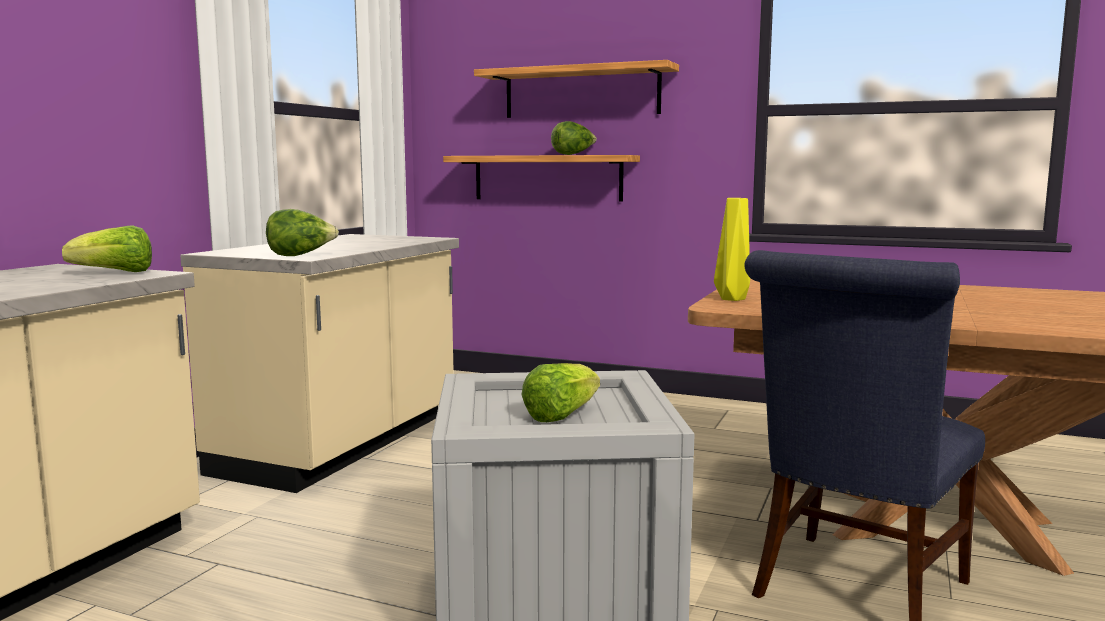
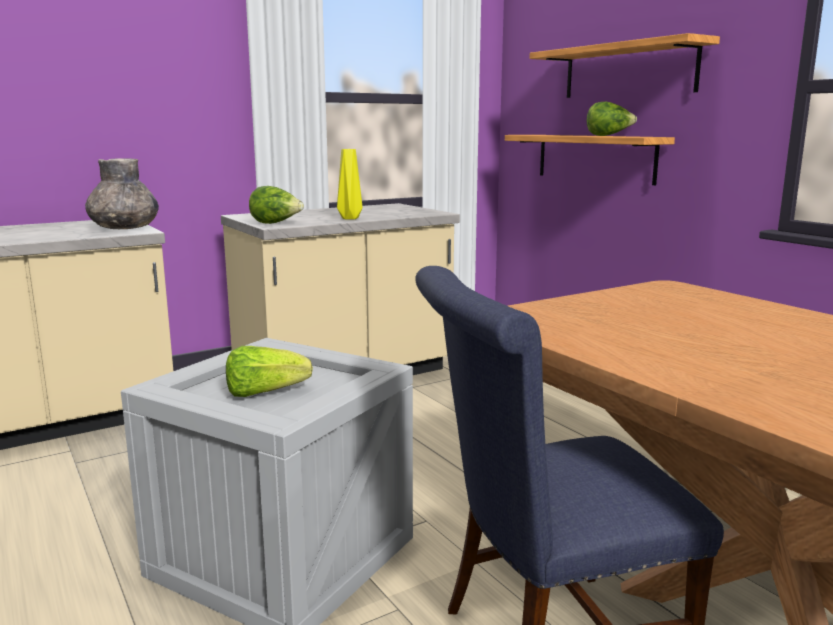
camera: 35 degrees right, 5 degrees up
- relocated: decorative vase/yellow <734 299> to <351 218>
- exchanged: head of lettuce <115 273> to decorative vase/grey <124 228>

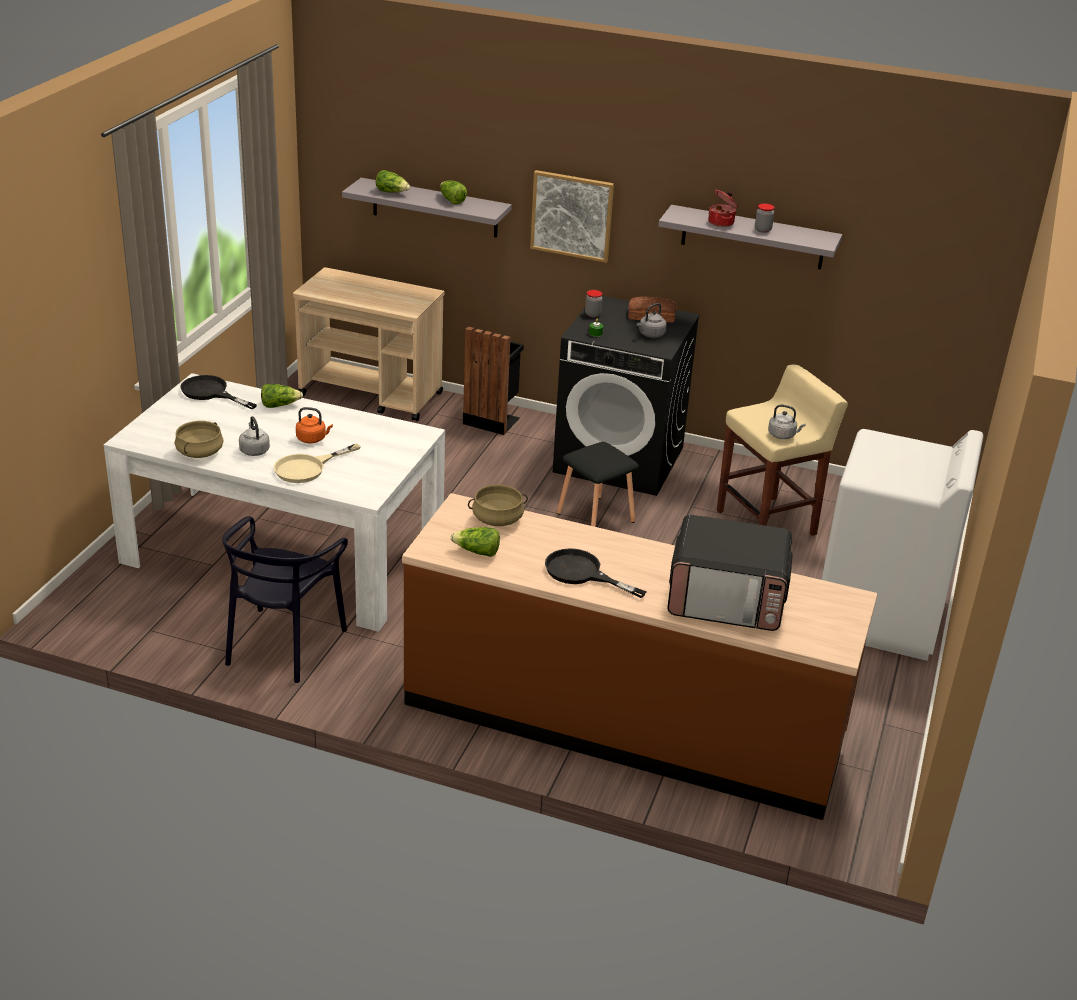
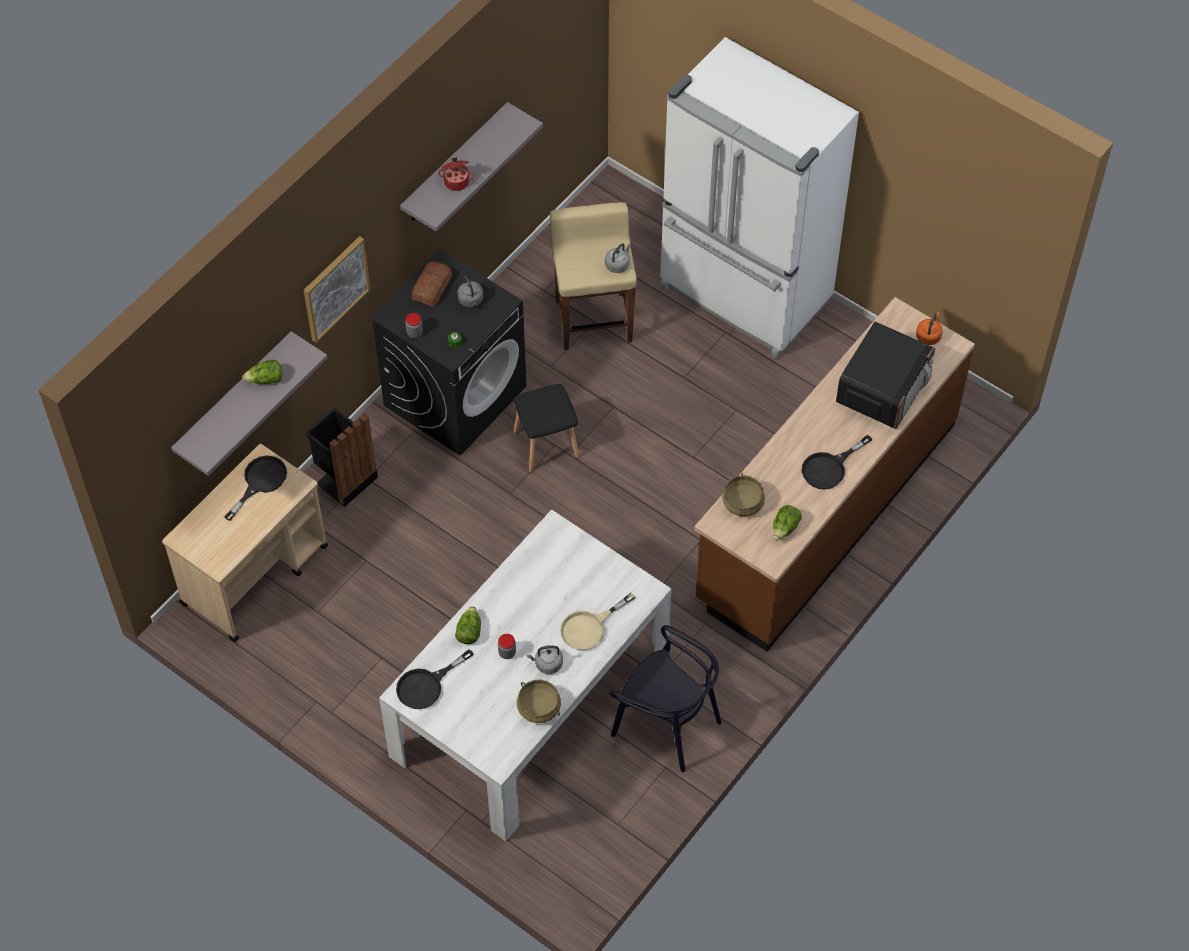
camera: 70 degrees left, 25 degrees up
- missing: head of lettuce <392 192>
- appeared: pan/blackish <260 482>
- relocated: kettle/orange-coloured <313 439> to <928 335>
- relocated: preserve jar <763 230> to <507 652>
- exchanged: washing machine/white <879 616> to kitchen fridge/white <744 296>
- spun: pan/beige-coloured <307 468> = <589 627> 75 degrees clockwise

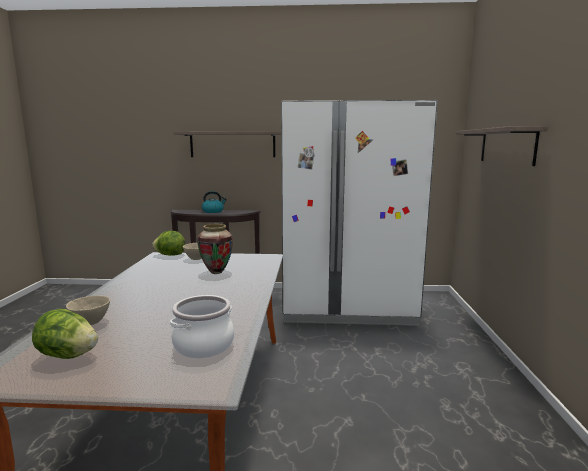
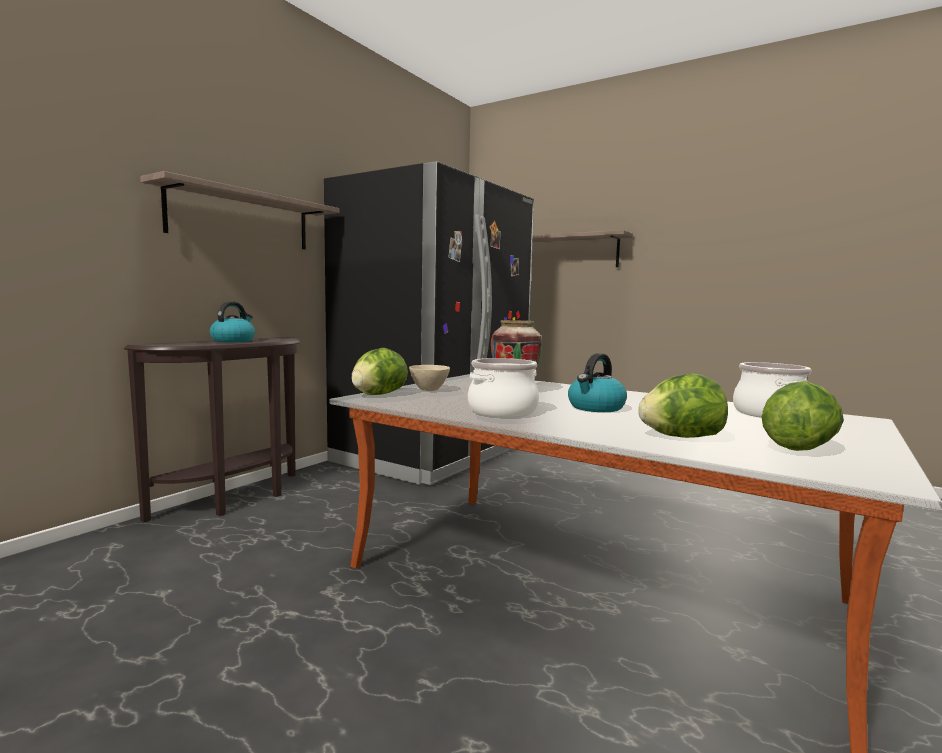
camera: 60 degrees left, 5 degrees down
- appeared: cooking pot <503 411>
- appeared: kettle <596 408>
- exchanged: deep dish/beige-coloured <90 323> to head of lettuce <680 437>
- colour: kitchen fridge/white <347 306> to kitchen fridge/blackish <433 454>

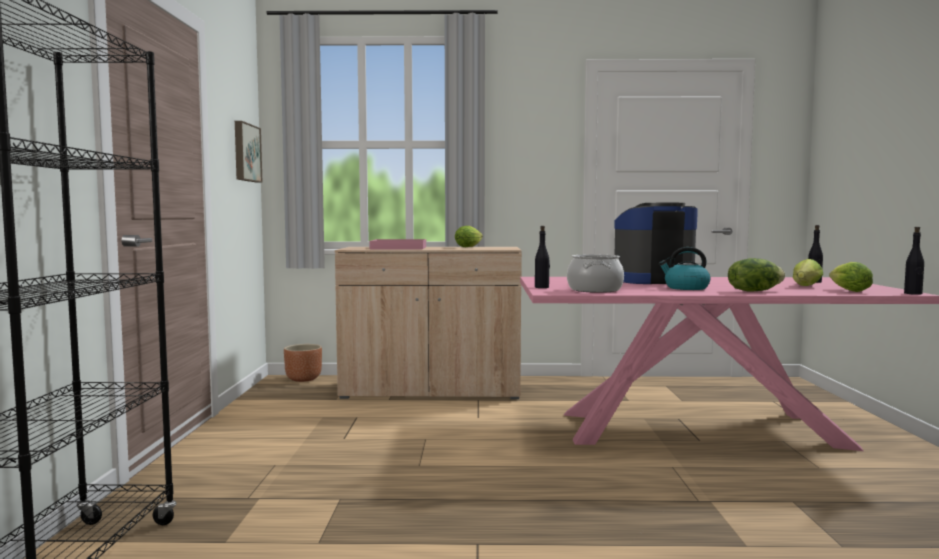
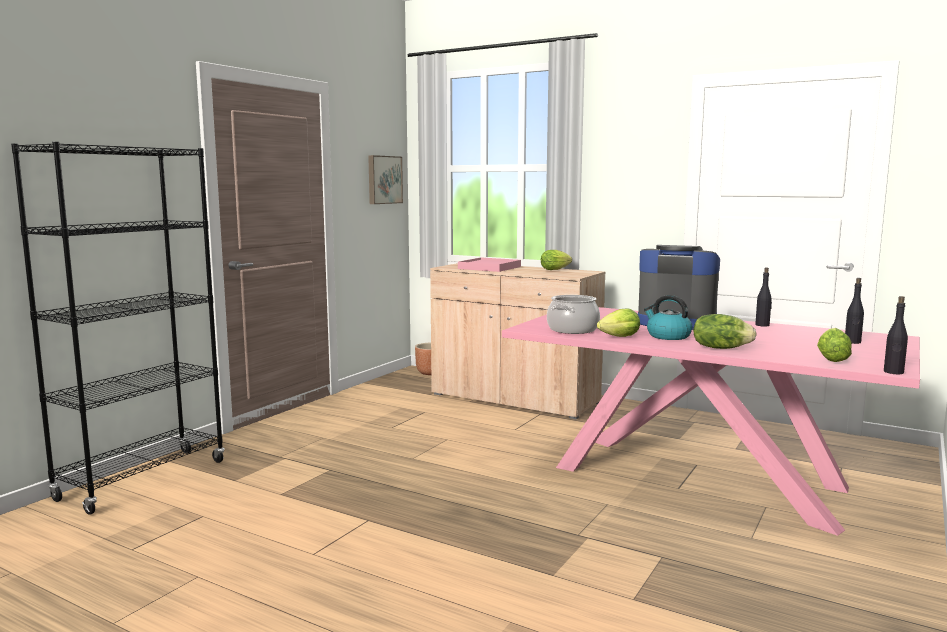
camera: 30 degrees right, 5 degrees up
- relocated: drink bottle/blackish <542 287> to <762 325>
- relocated: head of lettuce <805 286> to <617 337>

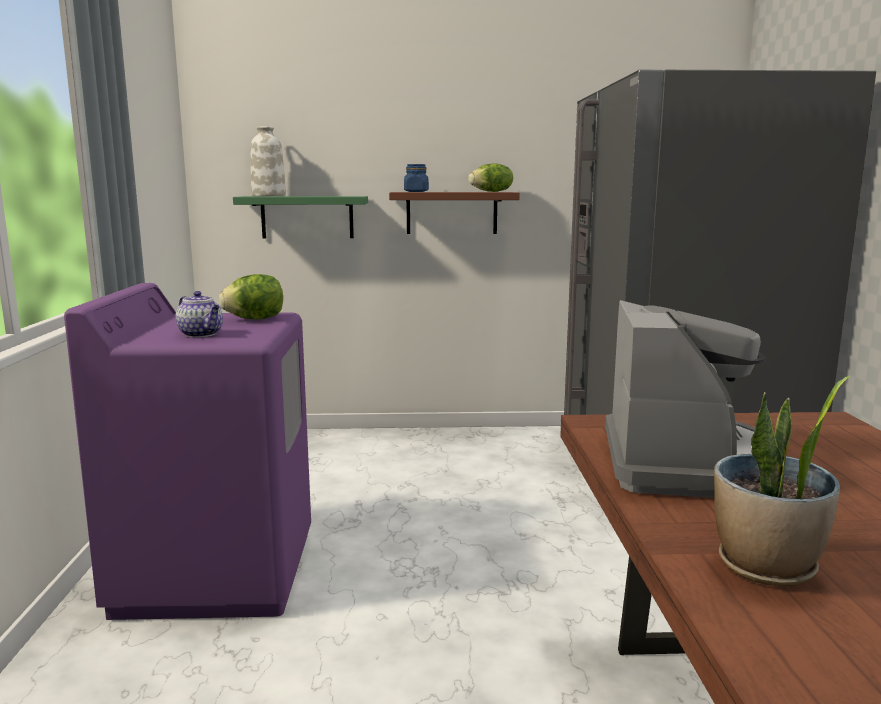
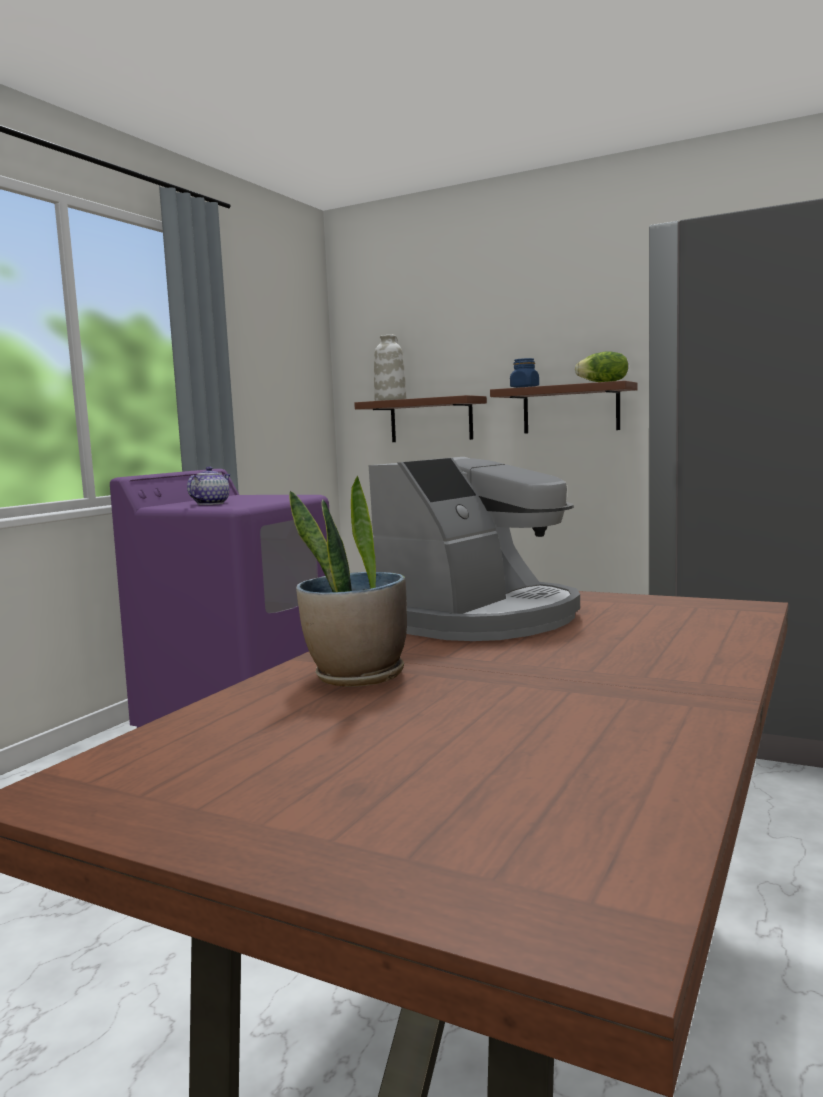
camera: 30 degrees right, 5 degrees down
- missing: head of lettuce <255 319>
- colour: bracket shelf/greenish <307 217> to bracket shelf/brownish <431 420>
- spun: teapot <202 334> = <211 503> 135 degrees counterclockwise

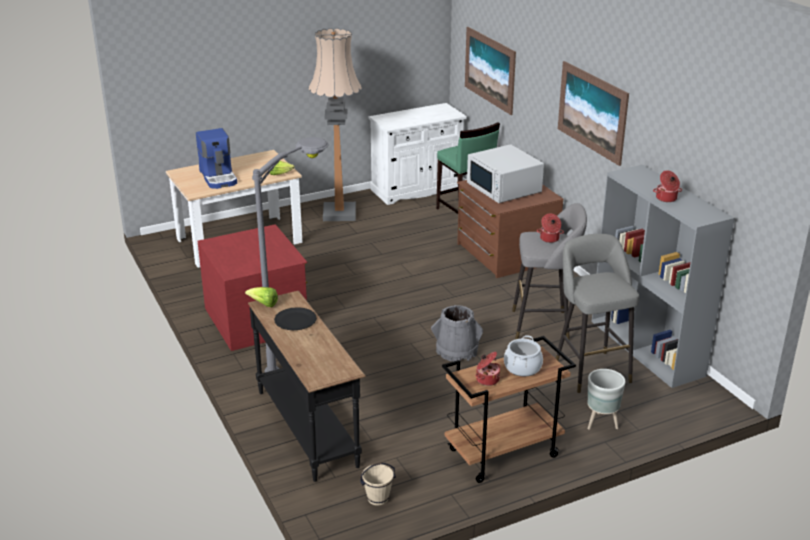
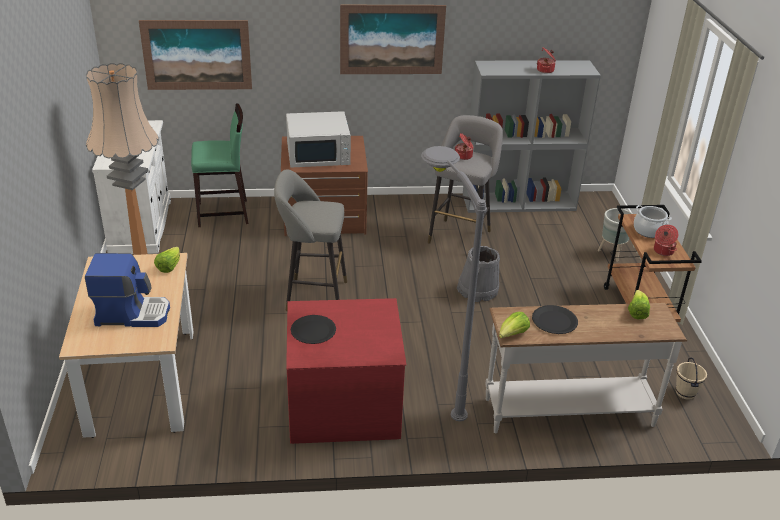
camera: 70 degrees left, 5 degrees up
- appeared: dinner plate/blackish <313 330>
- appeared: head of lettuce <637 312>
- relocated: stool/grey <590 369> to <312 295>
- colour: narrow table/blackish <308 427> to narrow table/white <568 411>

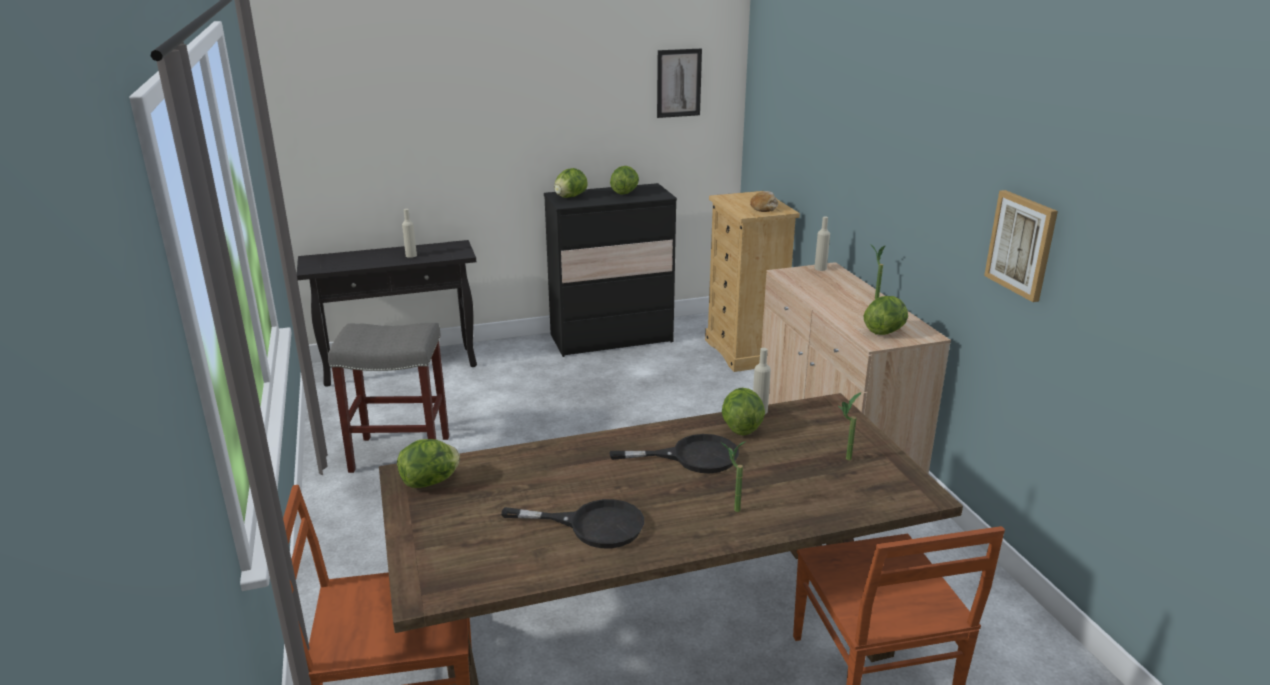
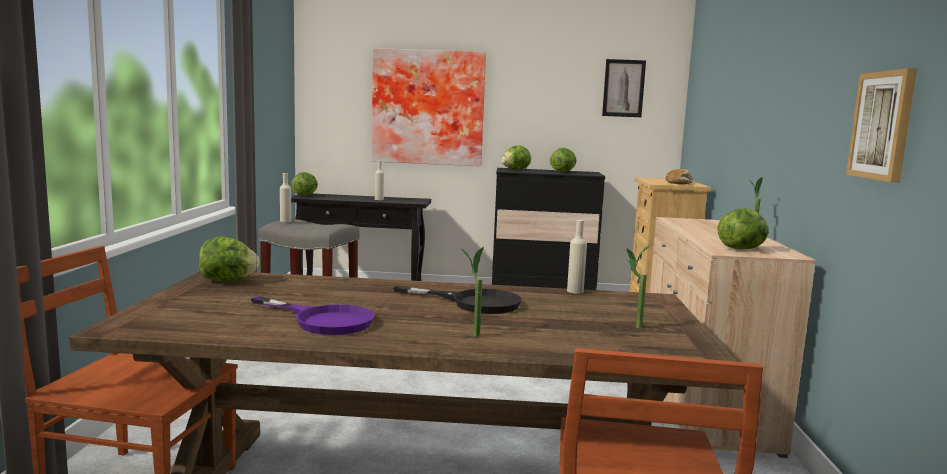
camera: 20 degrees right, 15 degrees down
- appeared: picture <428 107>
- relocated: head of lettuce <741 427> to <305 195>
- relocated: drink bottle/beige-coloured <820 268> to <285 221>
- colour: pan/blackish <592 525> to pan/purple <323 320>

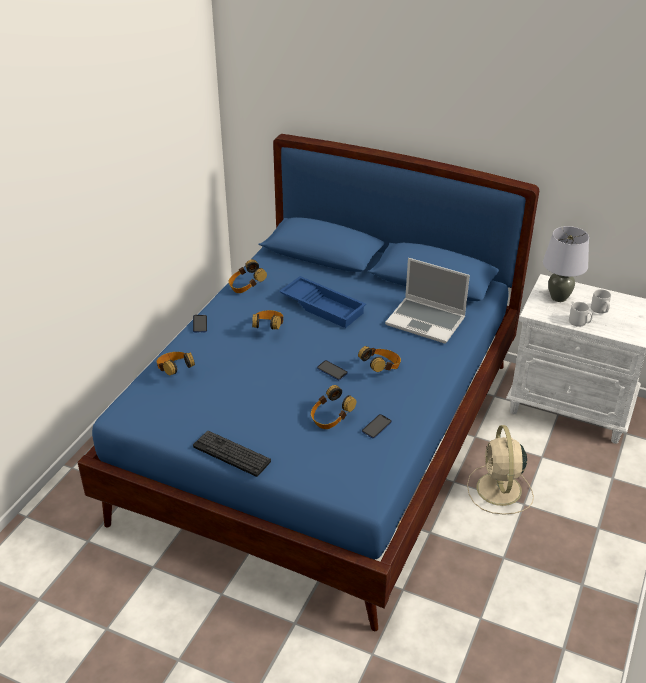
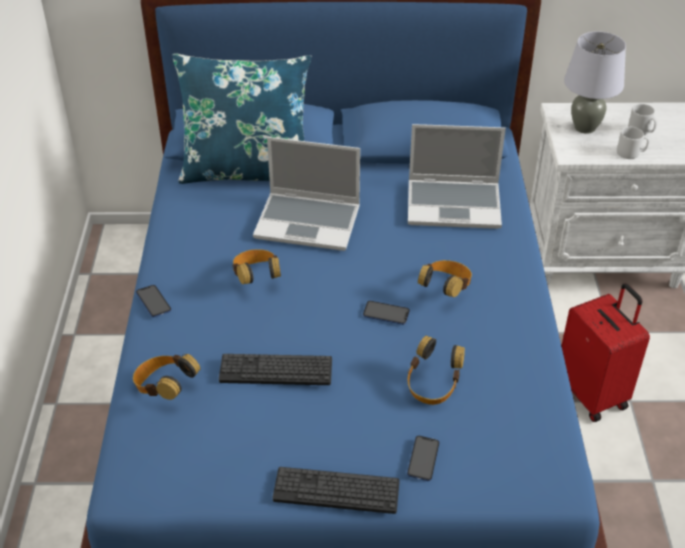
camera: 25 degrees left, 5 degrees up
- missing: headset <246 287>
- appeared: pillow/blue-coloured <247 170>
- appeared: PC keyboard <276 370>
- relocated: telephone <376 427> to <423 459>
- exchanged: tray/blue-coloured <323 306> to notebook computer <309 222>
- exchanged: electric fan/beige-coloured <499 490> to suitcase/reddish <593 394>

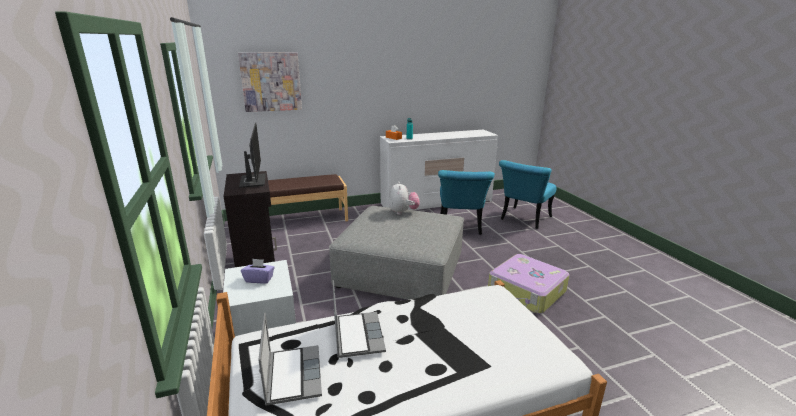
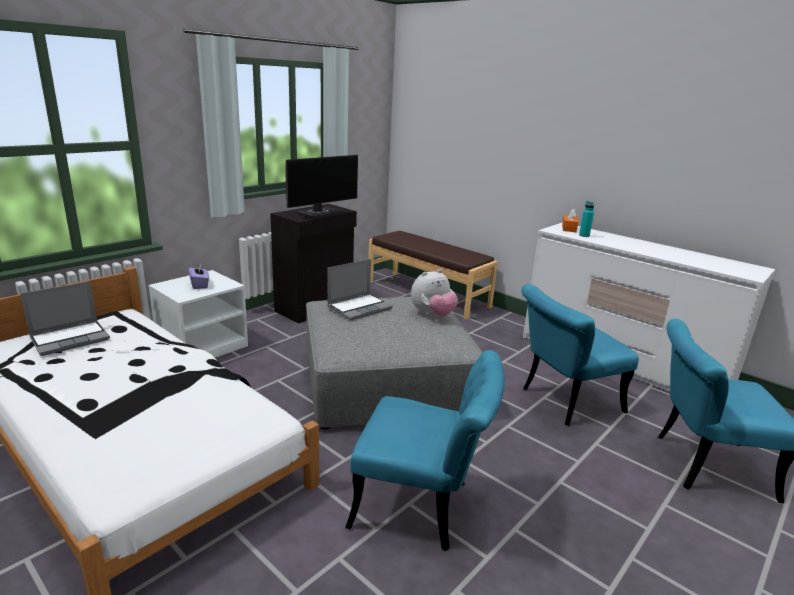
camera: 60 degrees right, 0 degrees up
- missing: picture <271 82>
- relocated: notebook computer <357 335> to <359 307>
- exchanged: suitcase <526 292> to chair/turquoise <423 506>

